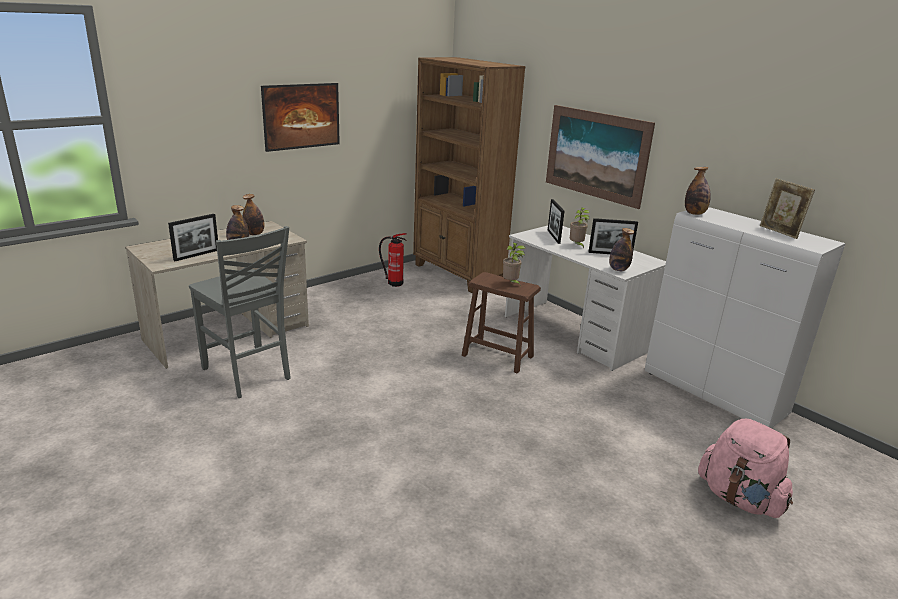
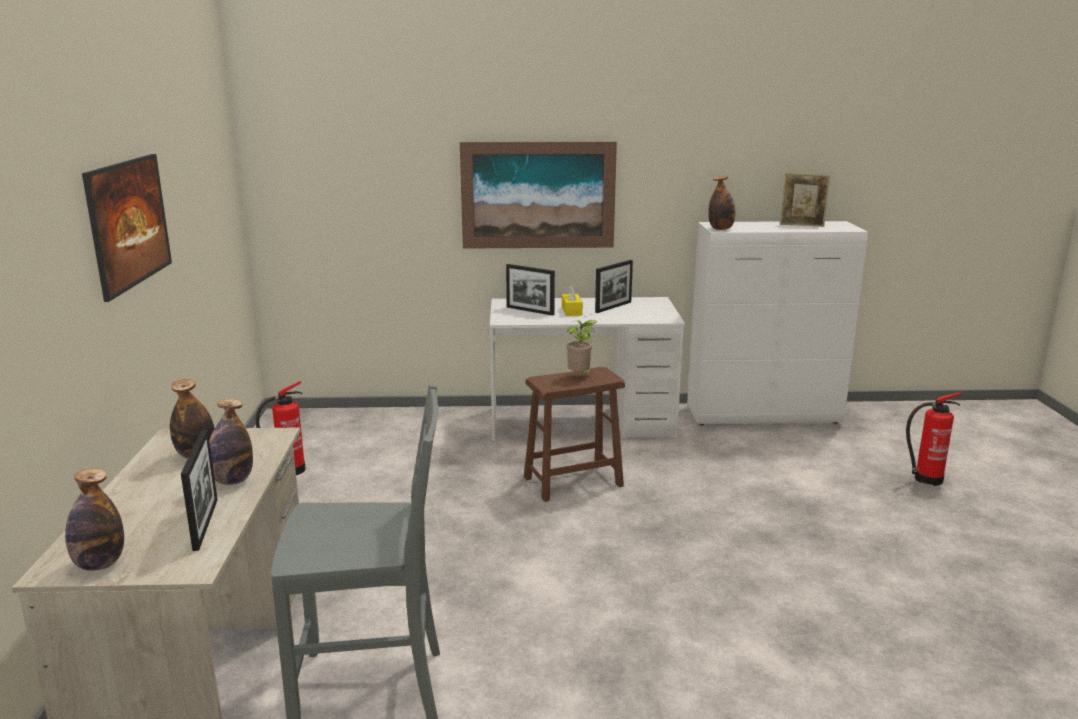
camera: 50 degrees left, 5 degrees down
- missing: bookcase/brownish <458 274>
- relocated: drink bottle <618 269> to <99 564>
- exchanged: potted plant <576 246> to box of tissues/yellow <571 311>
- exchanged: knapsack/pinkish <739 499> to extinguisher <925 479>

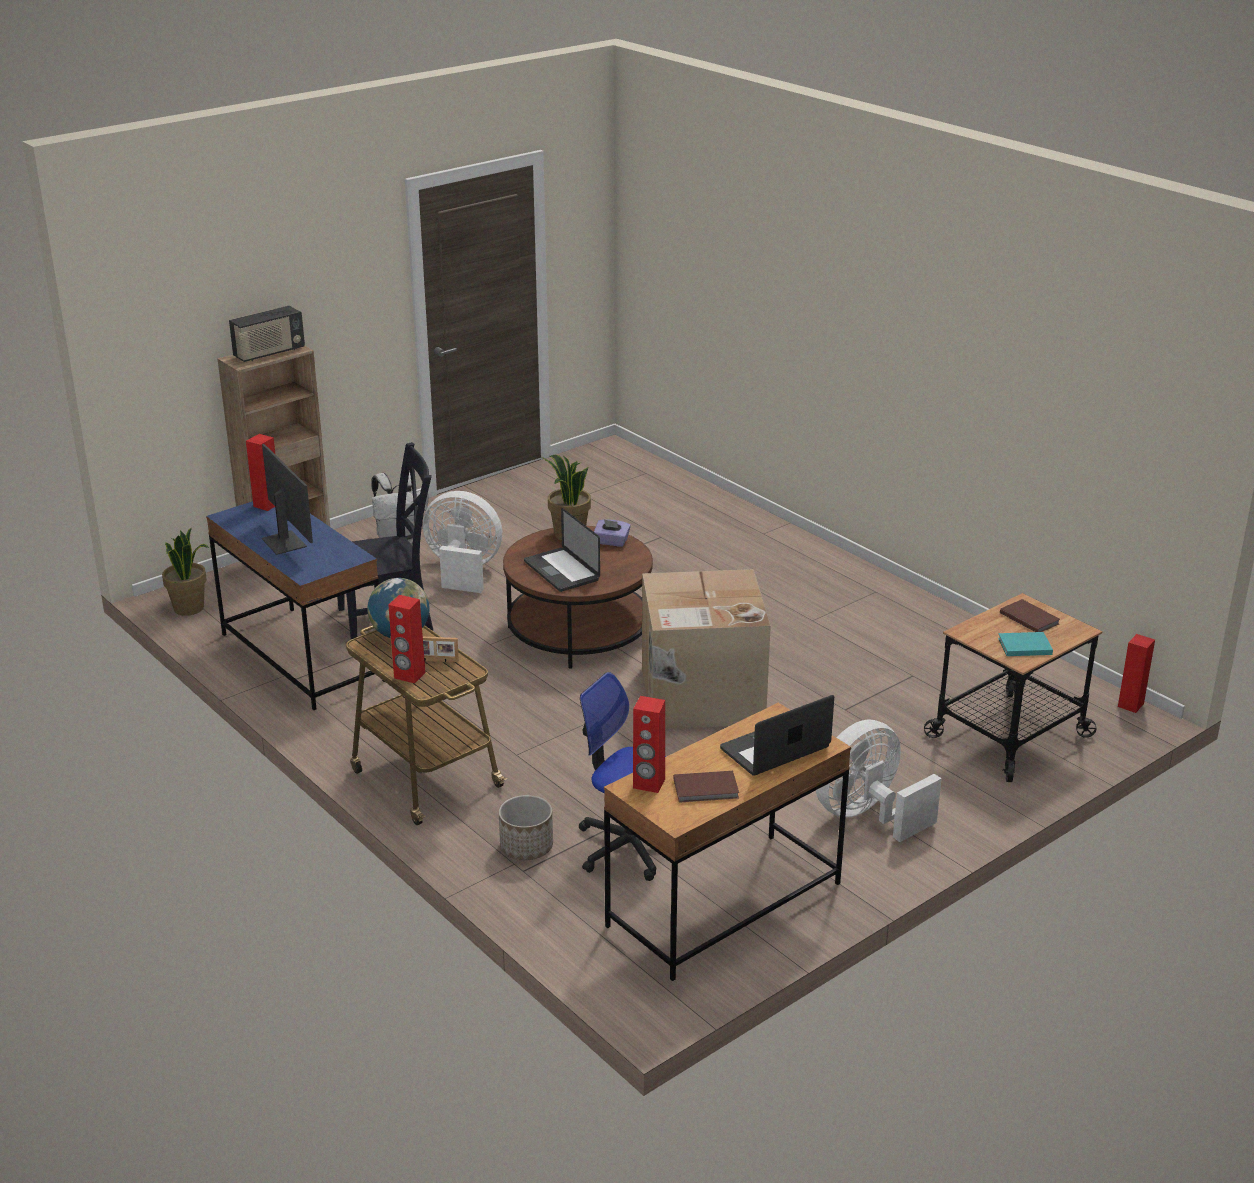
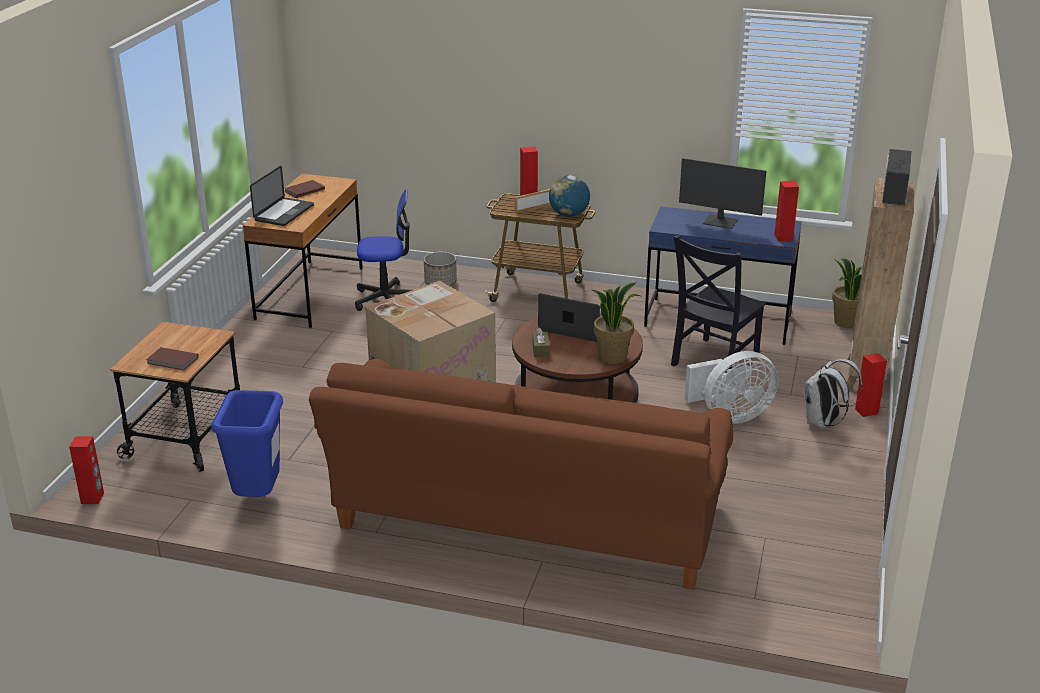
camera: 145 degrees right, 0 degrees up
- missing: box of tissues/purple <611 542>
- missing: electric fan/white <867 816>
- missing: book/turquoise <1023 646>
- appeared: trash can/blue-coloured <258 498>
- appeared: settee/brownish <527 520>
- appeared: box of tissues/brownish <540 349>
- relocated: speaker/reddish <649 784> to <866 411>

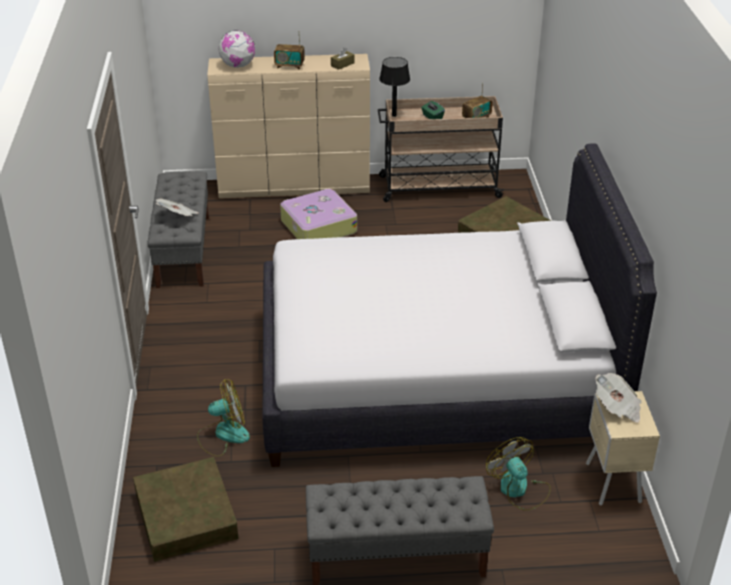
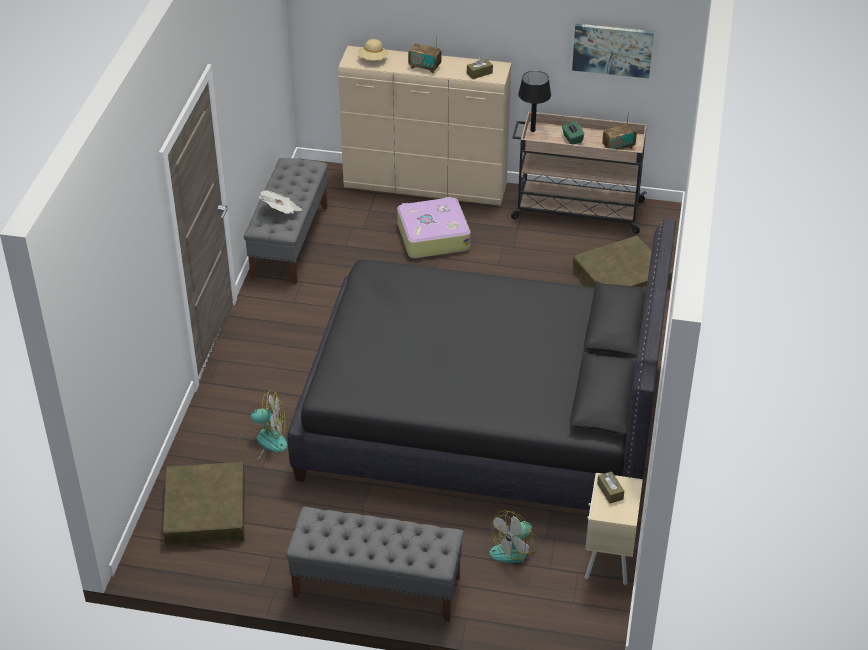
camera: 15 degrees right, 5 degrees up
- appeared: picture <612 49>
- exchanged: globe <238 65> to clothing hat/beige-coloured <373 59>
- exchanged: daily paper <617 408> to box of tissues/brownish <610 491>
- colour: bed/white <433 376> to bed/blackish <482 420>
- spun: electric fan <519 490> = <515 549> 120 degrees counterclockwise

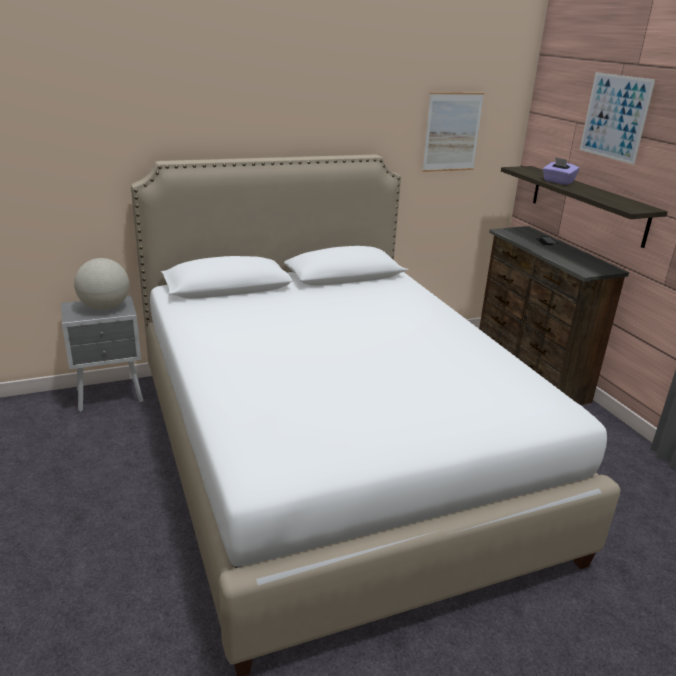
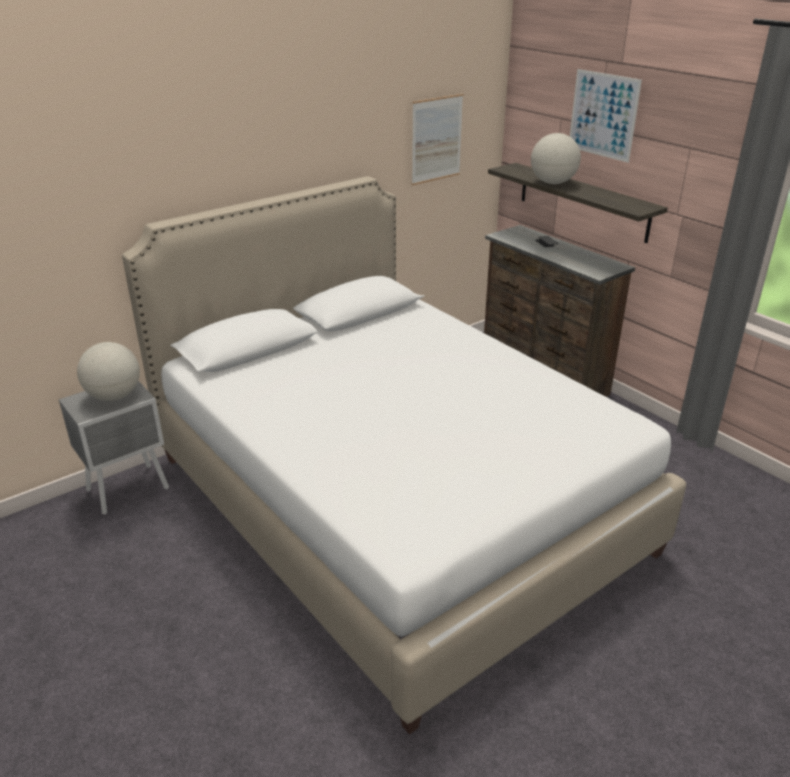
camera: 15 degrees left, 5 degrees up
- exchanged: box of tissues/purple <558 182> to globe <553 183>

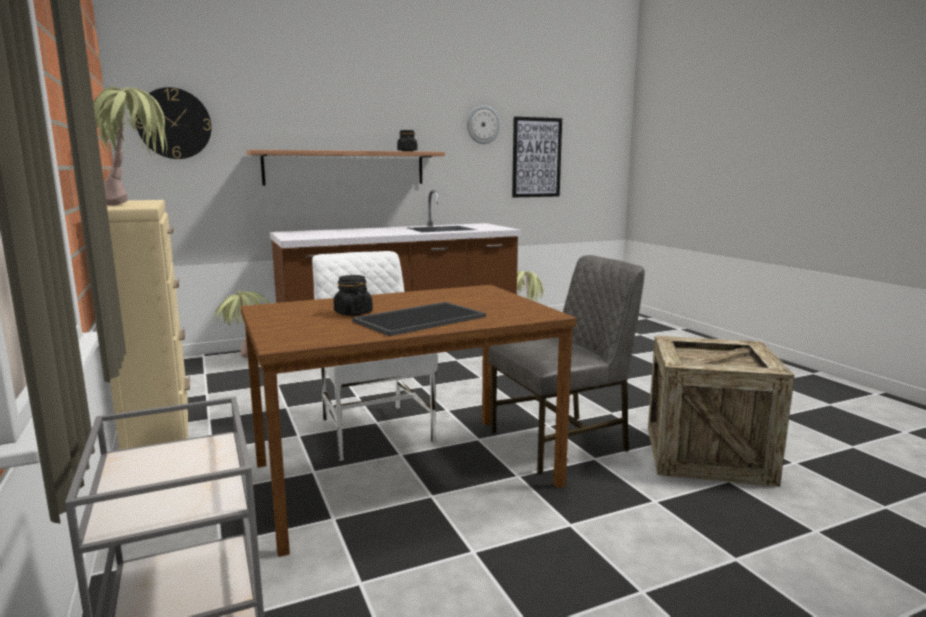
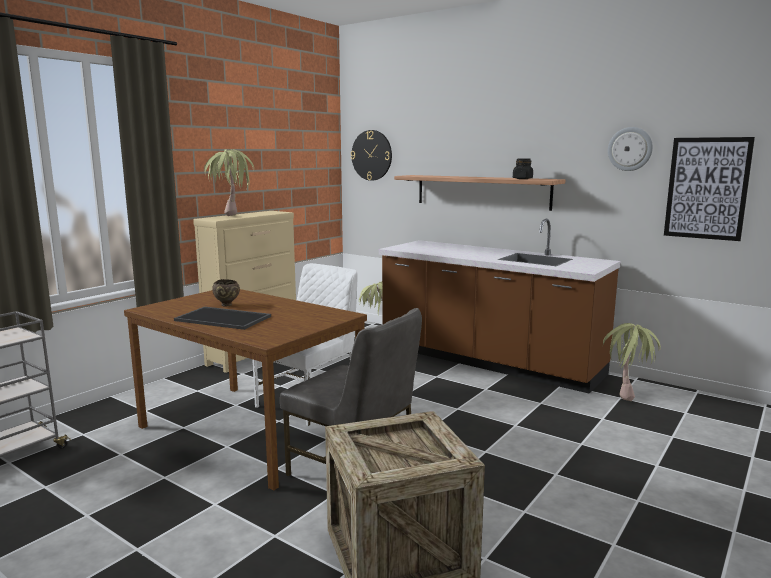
camera: 60 degrees right, 0 degrees up
- exchanged: preserve jar/blackish <353 313> to deep dish/brownish <227 305>

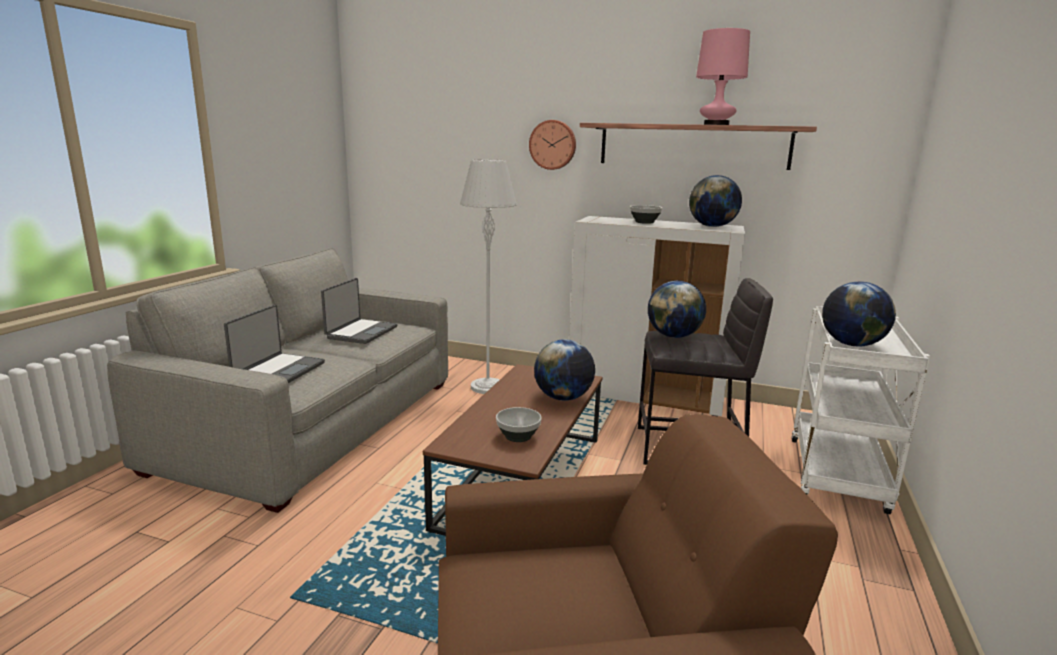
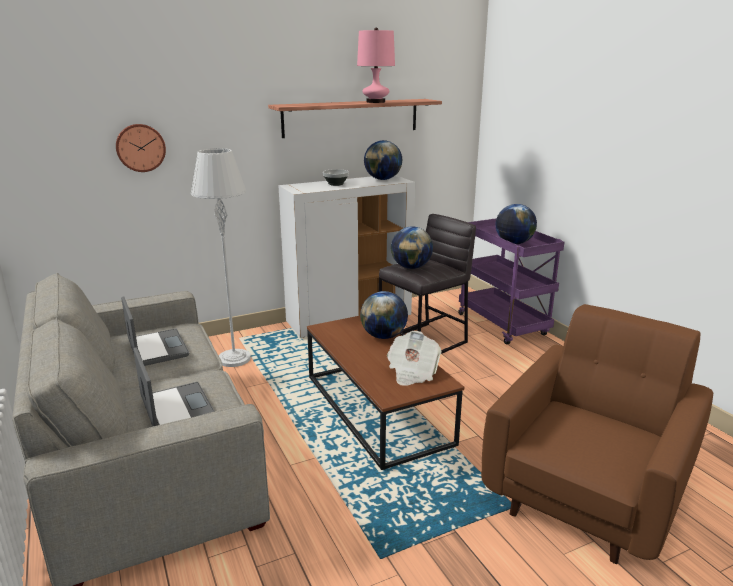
camera: 45 degrees left, 5 degrees up
- relocated: wall clock <553 145> to <140 147>
- exchanged: deep dish <517 437> to daily paper <412 372>
- colour: cart/white <838 476> to cart/purple <503 325>

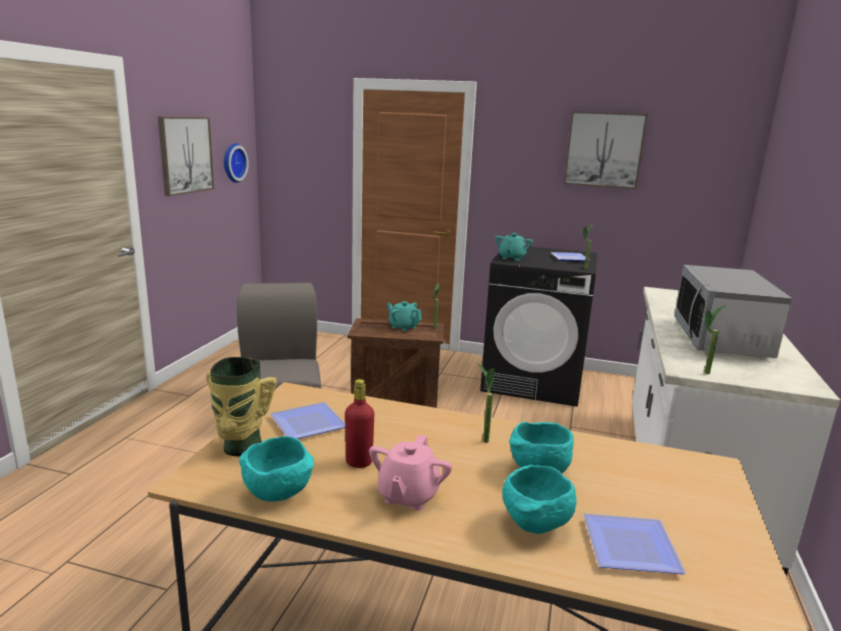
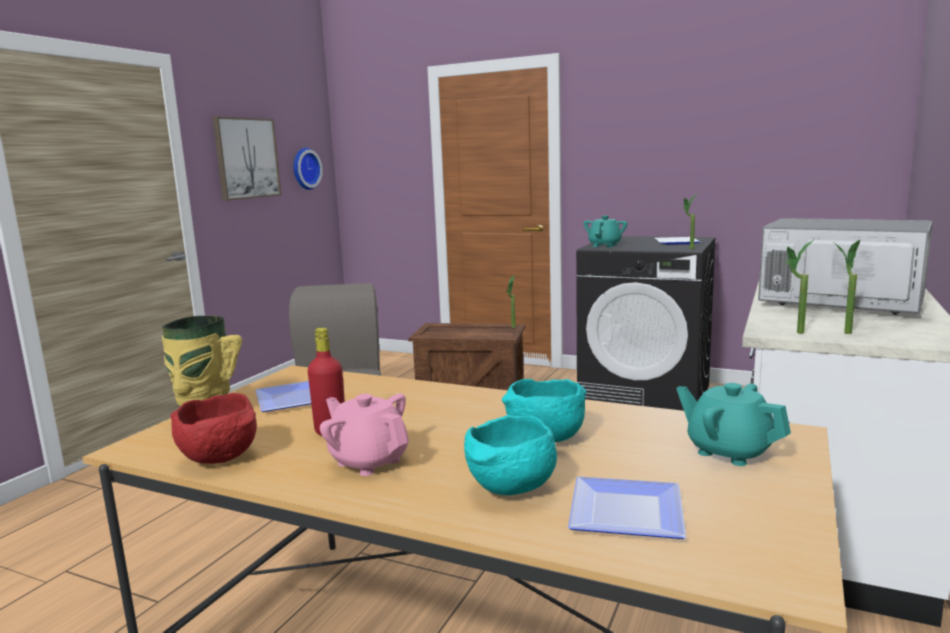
camera: 10 degrees right, 5 degrees down
- missing: picture <604 150>
- relocated: teapot/turquoise <403 327> to <728 451>
- relocated: potted plant <482 438> to <842 331>
- colour: deep dish/turquoise <279 493> to deep dish/reddish <222 458>
- spun: teapot/pinkish <408 496> = <368 461> 105 degrees clockwise
- spun: microwave <721 339> = <839 303> 105 degrees clockwise

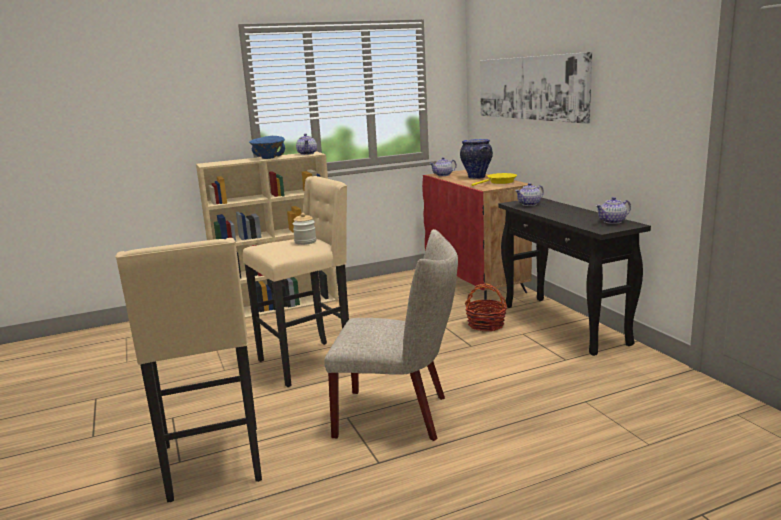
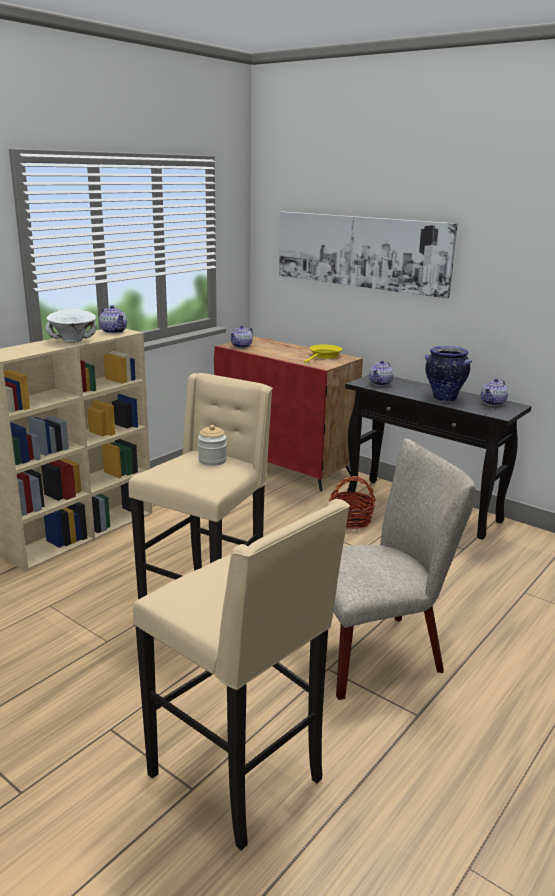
camera: 30 degrees left, 5 degrees up
- relocated: decorative vase <476 177> to <443 398>
- colour: deep dish/blue-coloured <268 158> to deep dish/white <73 341>

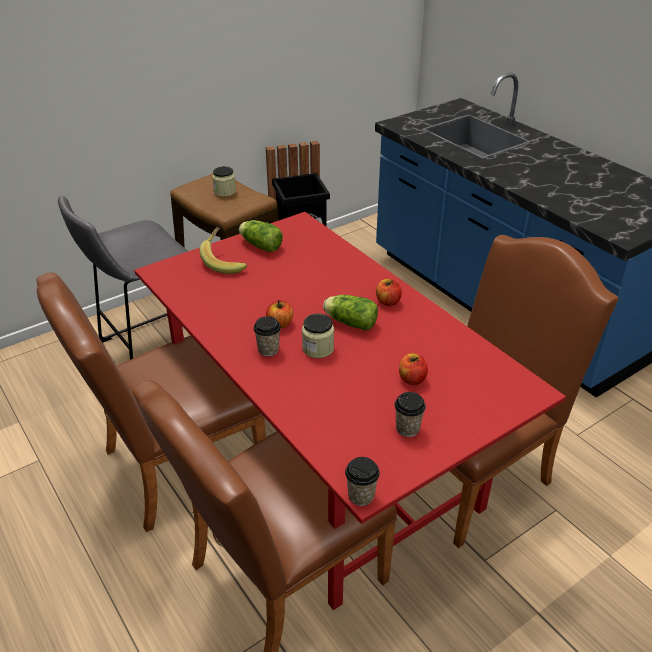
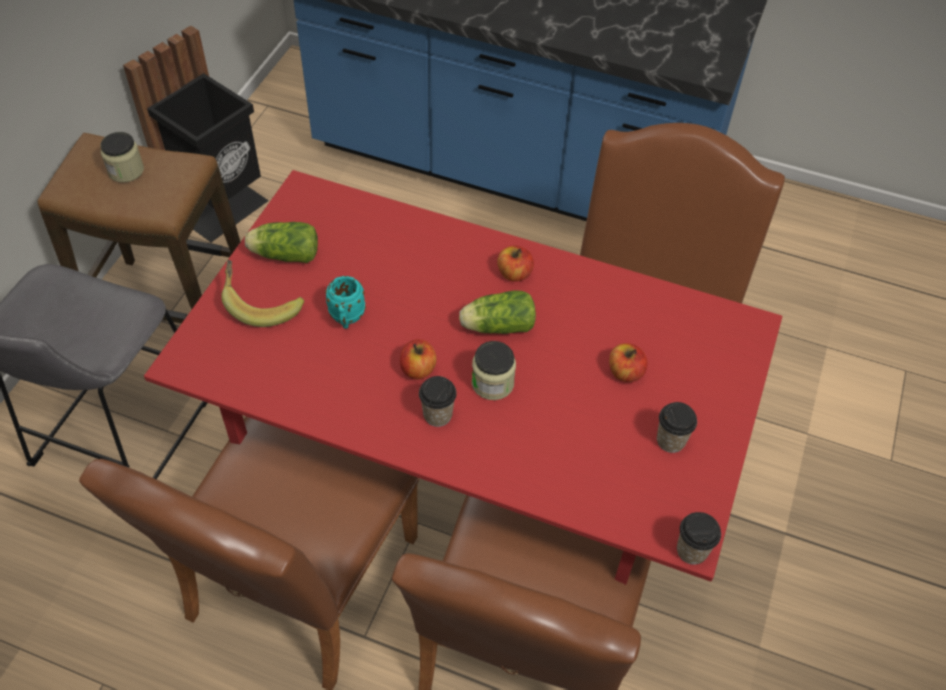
camera: 35 degrees left, 15 degrees up
- appeared: mug/turquoise <346 319>

